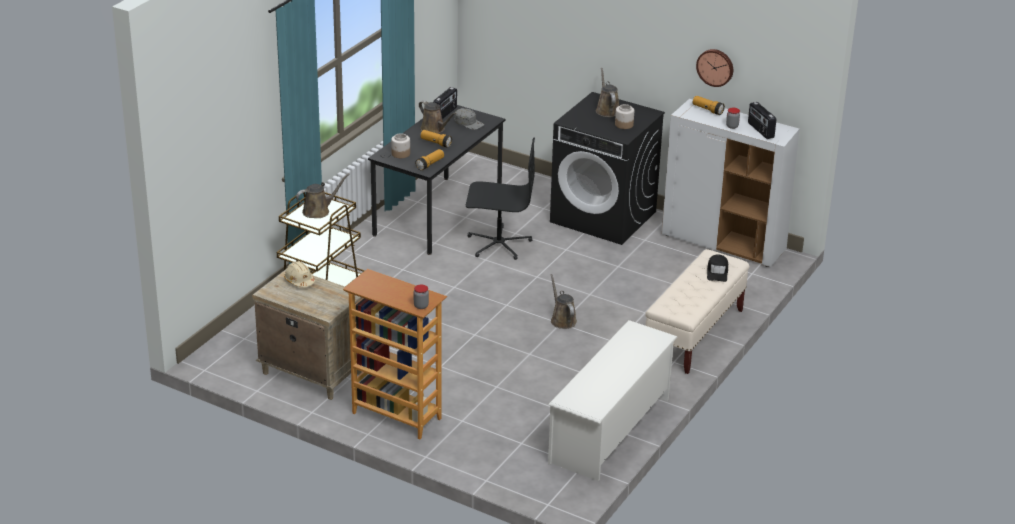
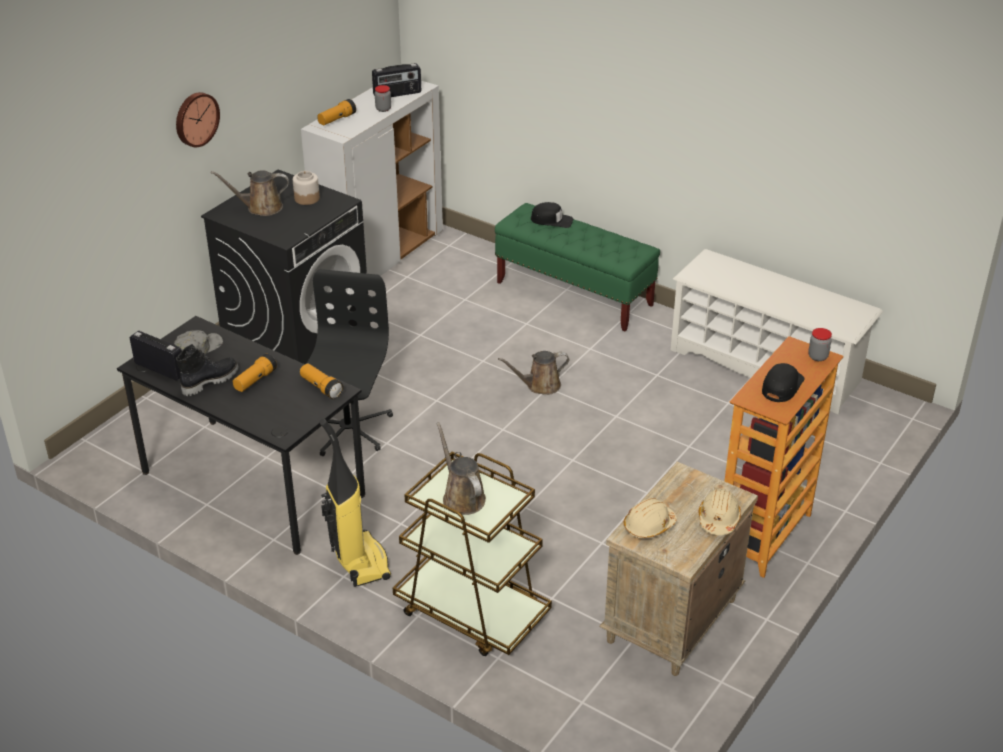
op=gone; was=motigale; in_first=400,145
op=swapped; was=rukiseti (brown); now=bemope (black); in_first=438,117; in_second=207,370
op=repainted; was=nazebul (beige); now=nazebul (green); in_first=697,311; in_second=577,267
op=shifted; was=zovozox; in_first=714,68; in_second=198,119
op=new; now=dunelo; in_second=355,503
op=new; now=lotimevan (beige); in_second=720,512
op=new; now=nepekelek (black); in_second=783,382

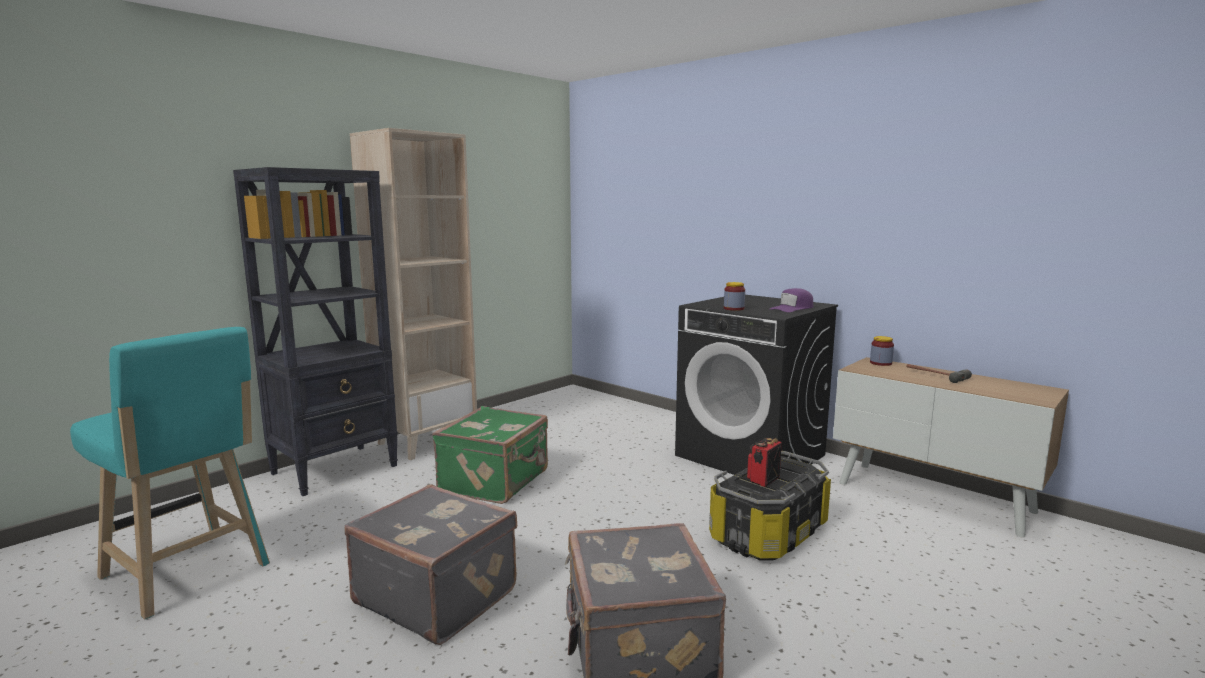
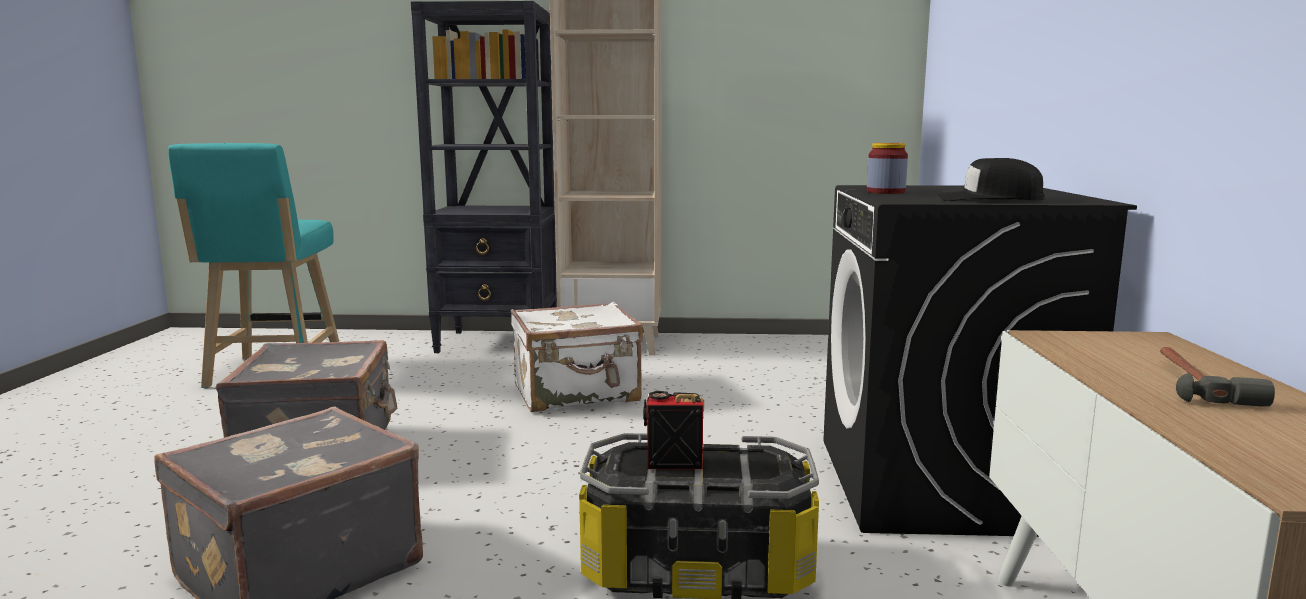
op=repainted; was=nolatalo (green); now=nolatalo (white); in_first=490,455; in_second=577,357
op=repainted; was=nepekelek (purple); now=nepekelek (black); in_first=791,300; in_second=991,179
op=gone; was=motigale; in_first=882,351

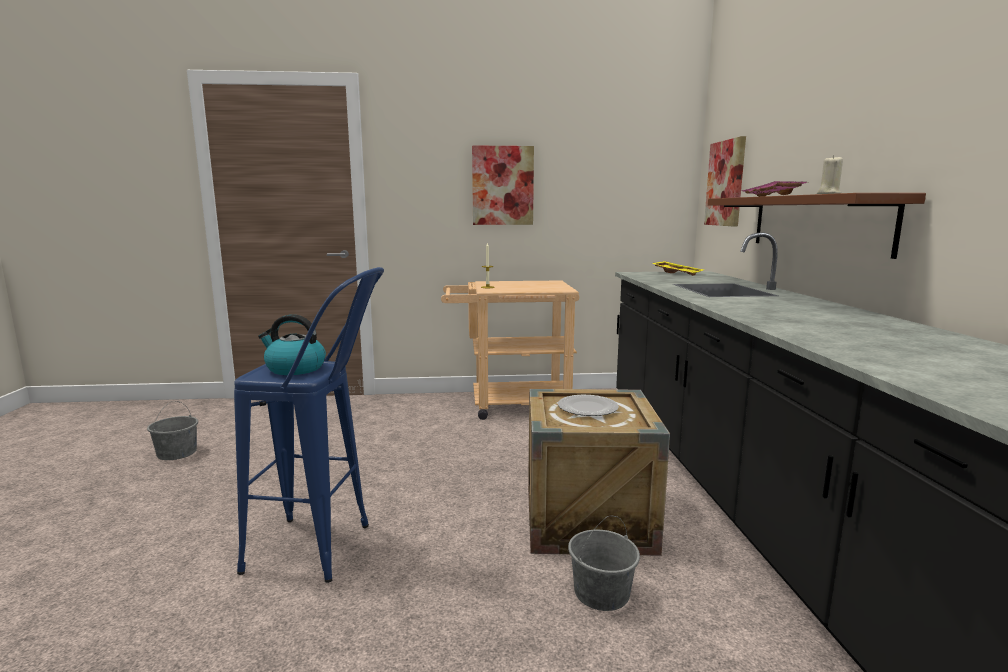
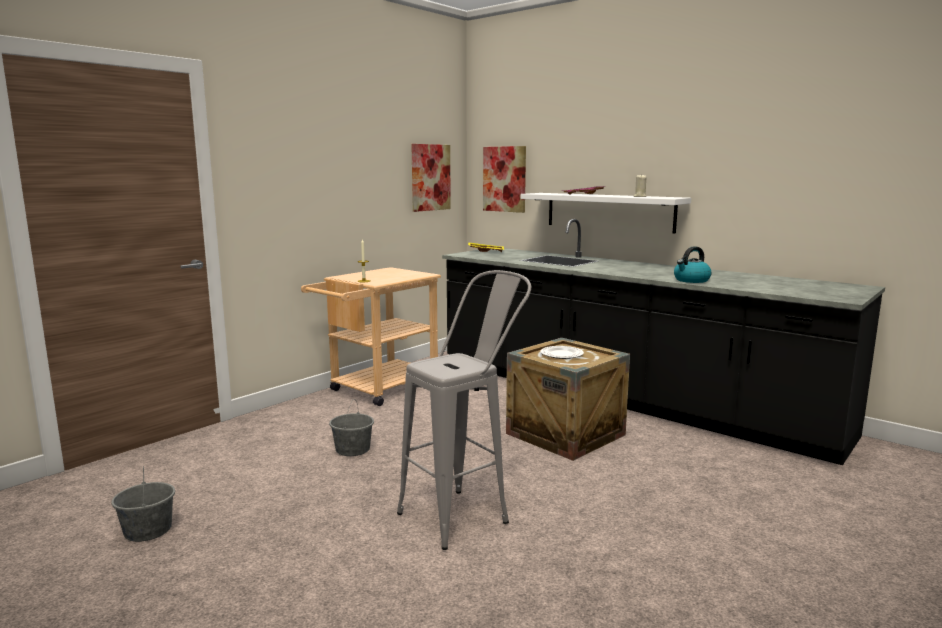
op=repainted; was=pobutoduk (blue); now=pobutoduk (grey); in_first=309,425; in_second=464,410
op=shifted; was=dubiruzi; in_first=292,344; in_second=693,264
op=shifted; was=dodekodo; in_first=503,185; in_second=431,178
op=shifted; was=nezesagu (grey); in_first=604,563; in_second=351,427
op=repainted; was=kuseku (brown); now=kuseku (white); in_first=817,226; in_second=606,213

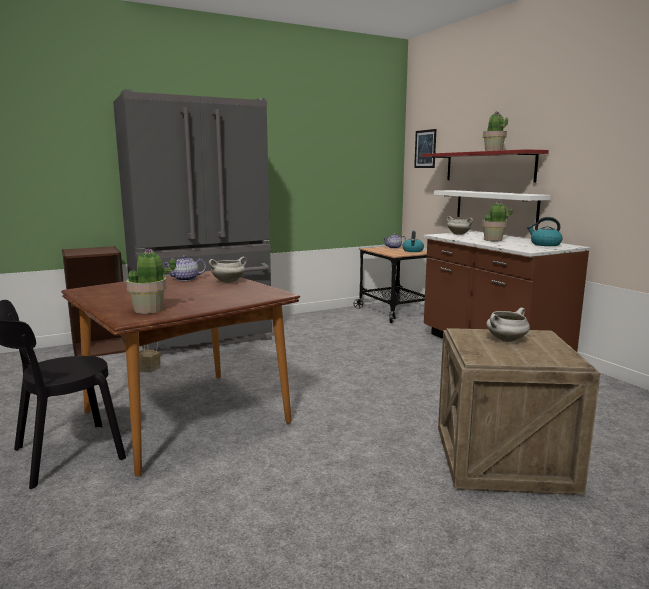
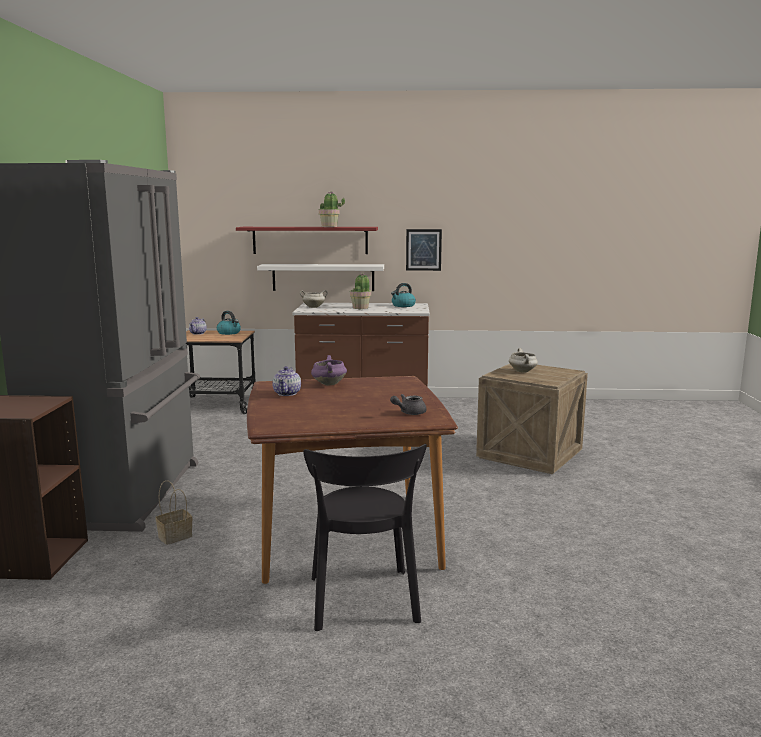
op=swapped; was=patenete; now=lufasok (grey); in_first=151,281; in_second=408,404
op=repainted; was=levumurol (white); now=levumurol (purple); in_first=228,270; in_second=329,370
op=shifted; was=dodekodo; in_first=425,148; in_second=424,250

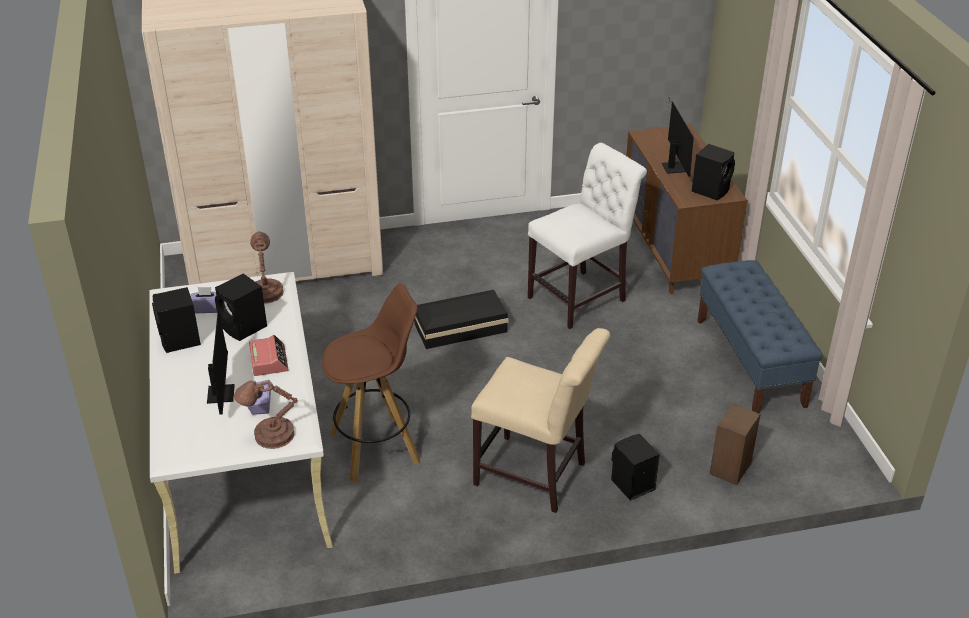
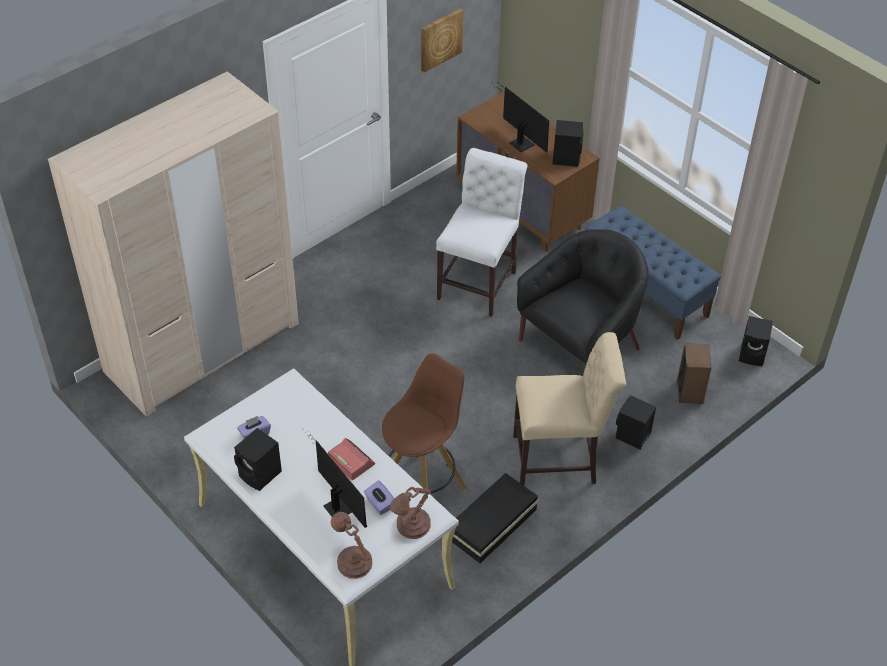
op=shifted; was=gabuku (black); in_first=241,307; in_second=756,341
op=shifted; was=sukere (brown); in_first=267,267; in_second=351,545
op=shifted; was=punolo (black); in_first=462,319; in_second=495,518
op=new; now=dodekodo; in_second=442,40
op=new; now=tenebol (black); in_second=583,296

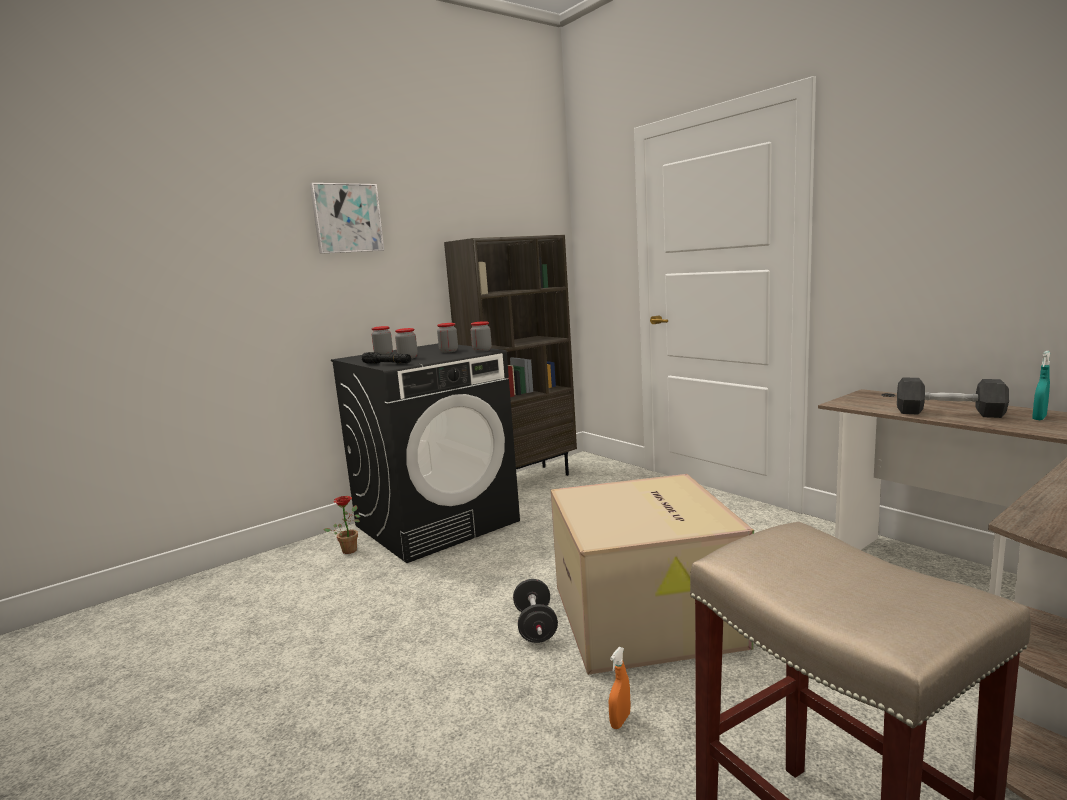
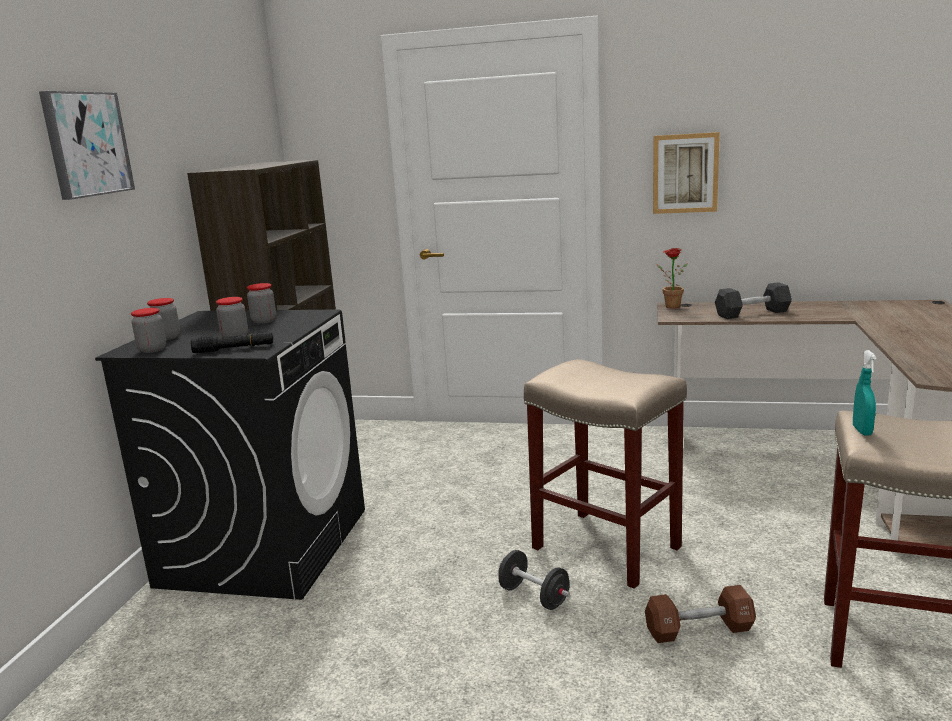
op=shifted; was=patenete; in_first=342,525; in_second=672,278
op=shifted; was=motigale; in_first=481,336; in_second=148,330
op=swapped; was=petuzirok; now=pobutoduk (beige); in_first=652,574; in_second=605,474
op=swapped; was=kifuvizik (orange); now=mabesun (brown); in_first=620,688; in_second=700,614
op=shifted; was=kifuvizik (turquoise); in_first=1041,385; in_second=865,393
op=new; now=dodekodo; in_second=686,173

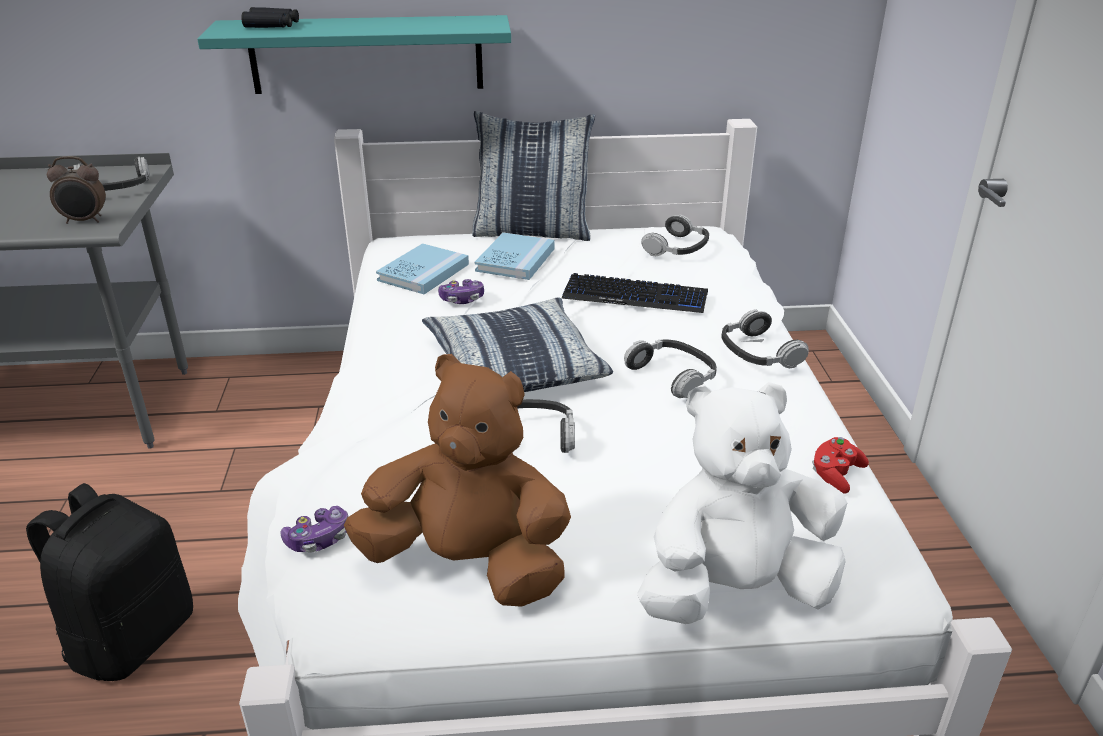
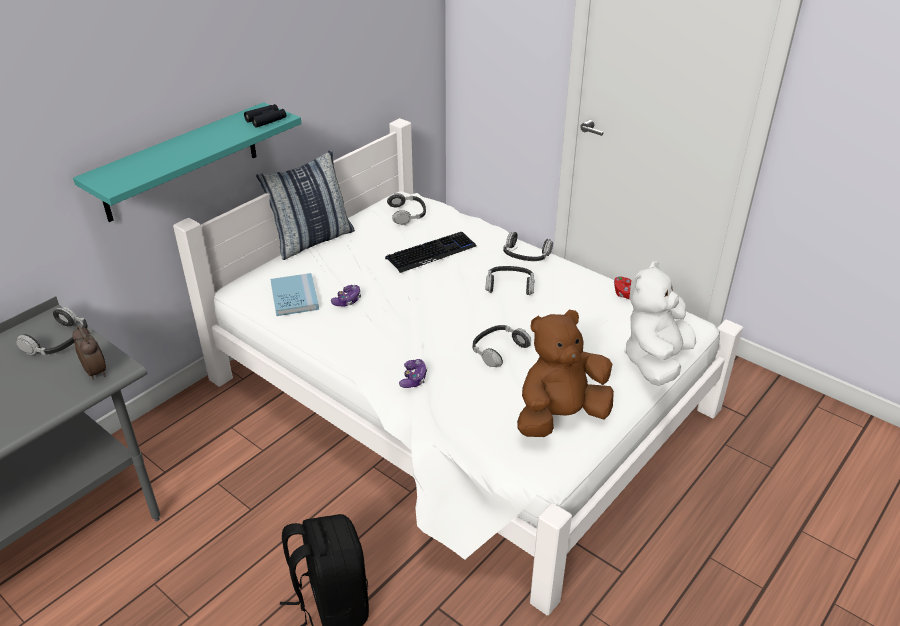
op=rotated; was=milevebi; in_first=76,190; in_second=89,352; clockwise=-75
op=shifted; was=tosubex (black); in_first=270,17; in_second=265,116
op=shifted; was=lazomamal; in_first=314,529; in_second=413,373
op=gone; was=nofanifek; in_first=517,345
op=gone; was=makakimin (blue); in_first=515,256

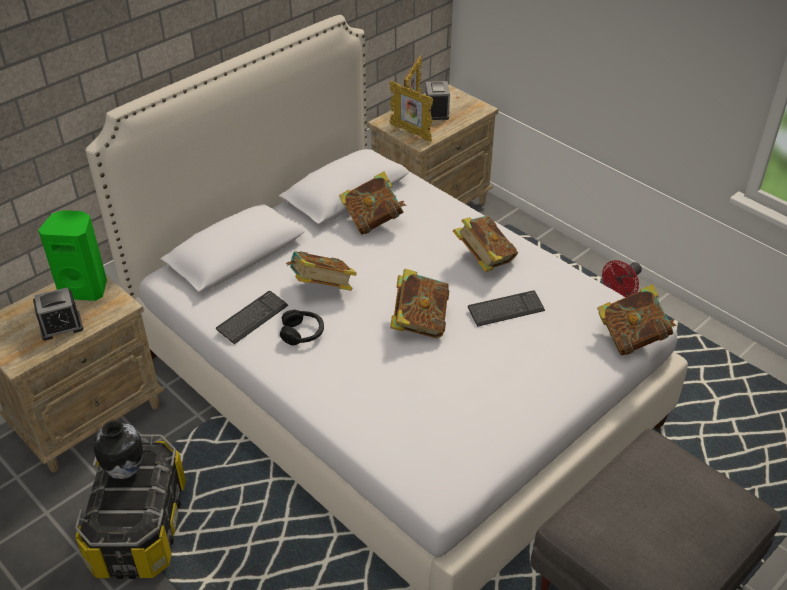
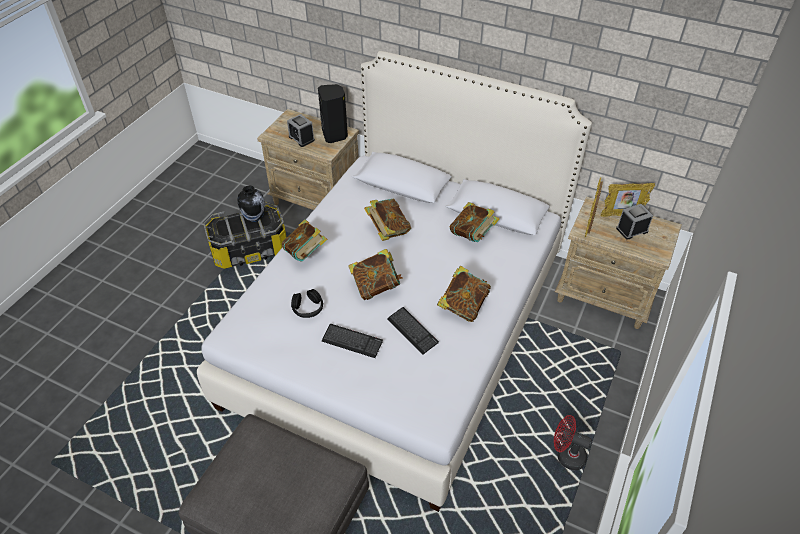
op=repainted; was=gabuku (green); now=gabuku (black); in_first=72,255; in_second=333,113
op=shifted; was=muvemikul; in_first=252,317; in_second=352,341
op=shifted; was=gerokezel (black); in_first=302,327; in_second=307,303
op=shifted; was=makakimin; in_first=637,320; in_second=305,240

